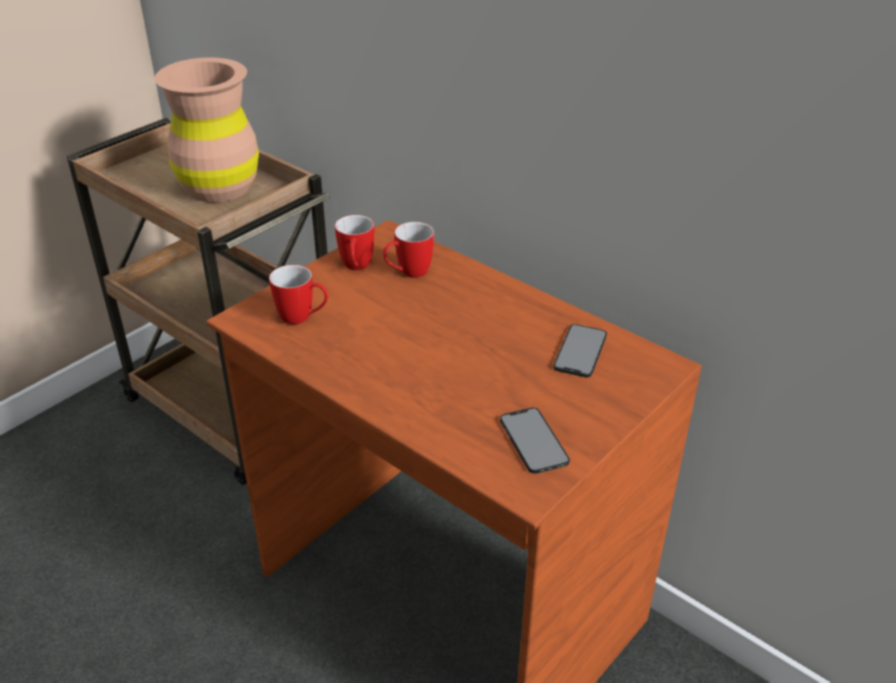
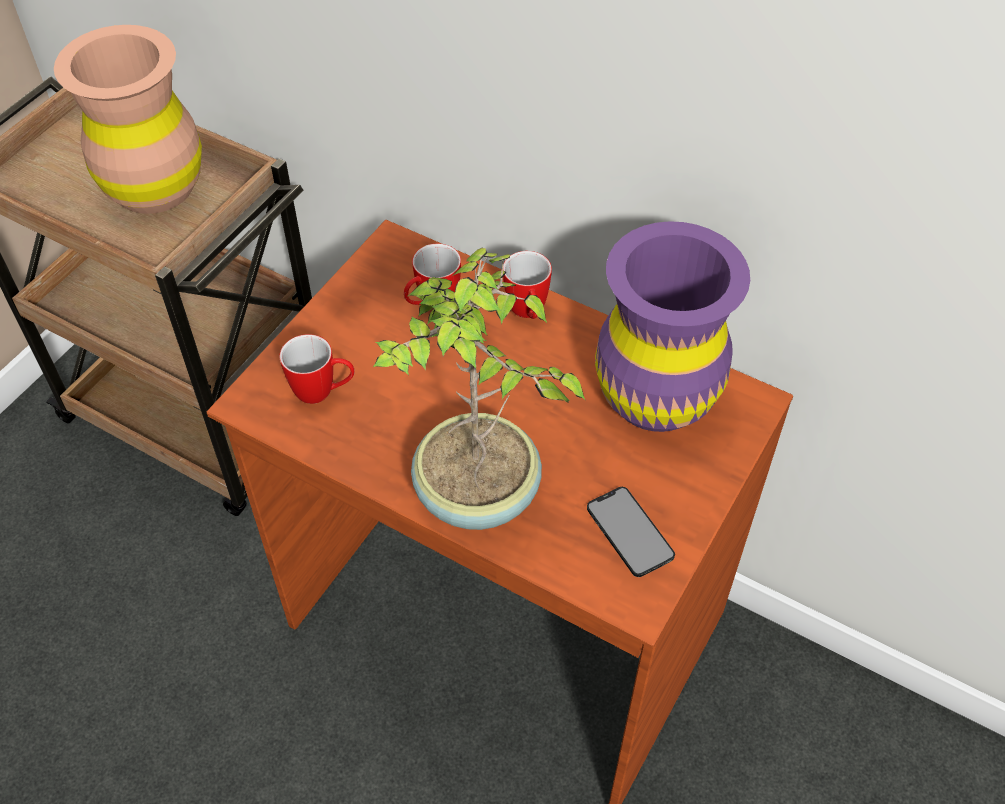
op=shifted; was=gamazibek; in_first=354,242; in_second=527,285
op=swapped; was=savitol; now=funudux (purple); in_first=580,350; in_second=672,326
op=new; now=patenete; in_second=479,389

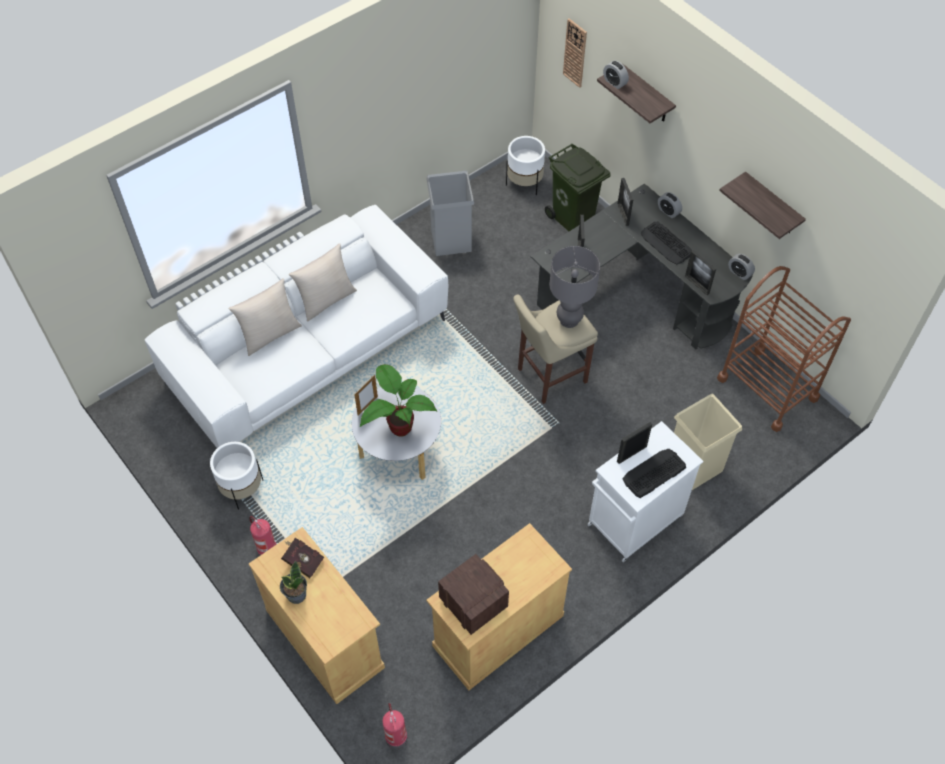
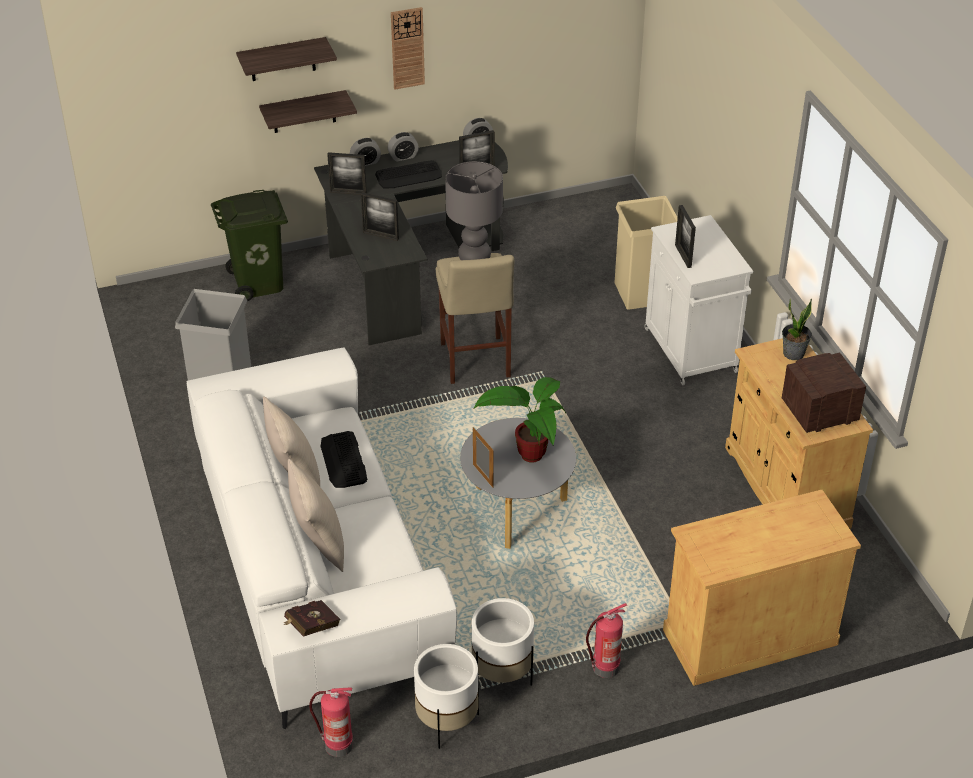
op=shifted; was=patenete; in_first=293,582; in_second=797,329
op=shifted; was=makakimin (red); in_first=302,558; in_second=311,618
op=shifted; was=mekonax; in_first=394,726; in_second=331,722
op=shifted; was=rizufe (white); in_first=525,165; in_second=446,696
op=shifted; was=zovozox; in_first=575,53; in_second=408,48
op=shifted; was=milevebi; in_first=616,75; in_second=403,146
op=shifted; was=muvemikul; in_first=654,473; in_second=344,459
op=gone; was=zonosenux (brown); in_first=784,349
op=shifted; was=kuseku; in_first=762,205; in_second=308,111

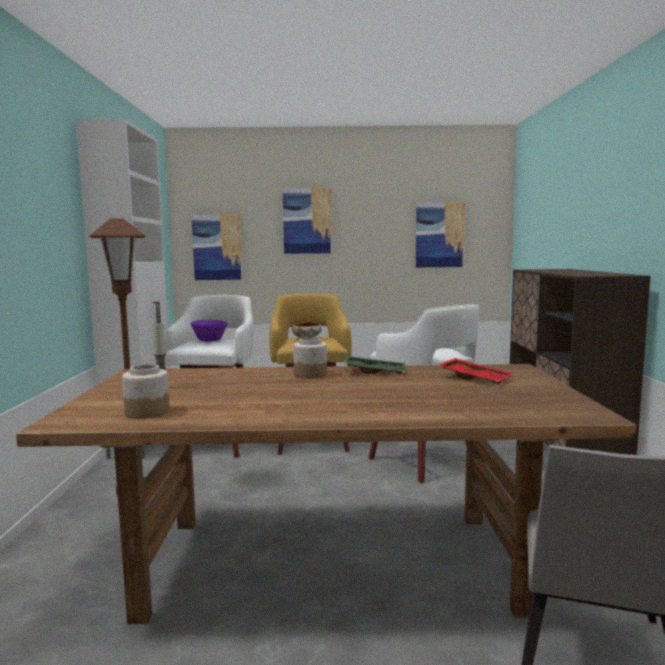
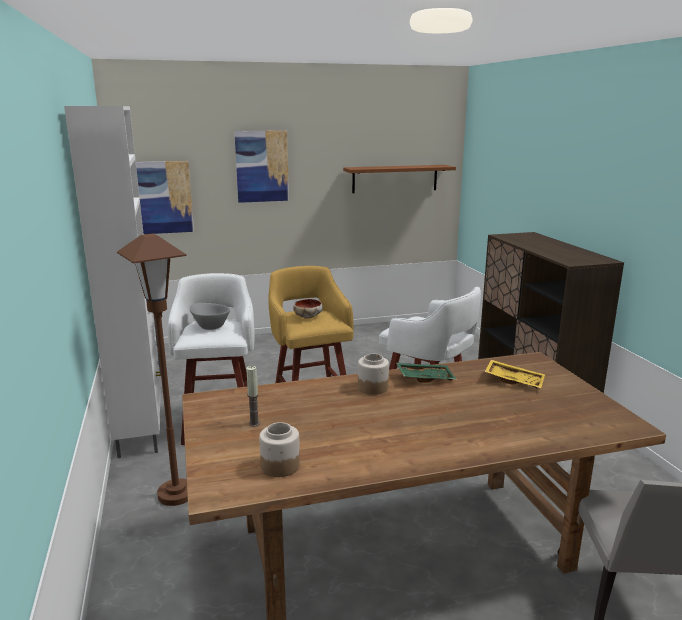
op=repainted; was=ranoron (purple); now=ranoron (grey); in_first=209,331; in_second=209,316
op=swapped; was=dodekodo; now=kuseku (brown); in_first=440,234; in_second=399,179
op=repainted; was=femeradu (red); now=femeradu (yellow); in_first=476,371; in_second=515,374

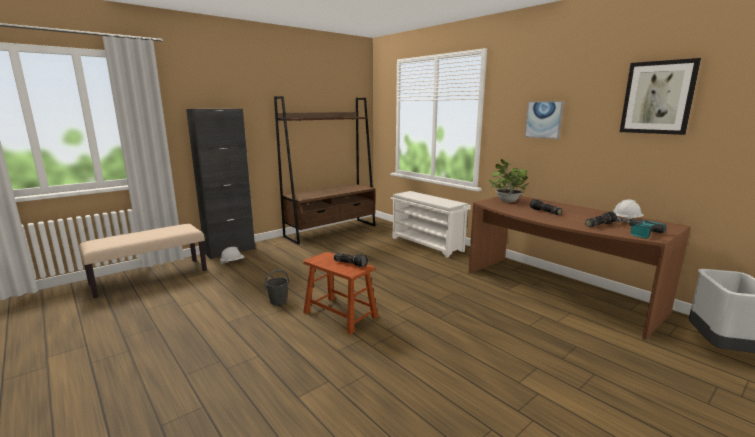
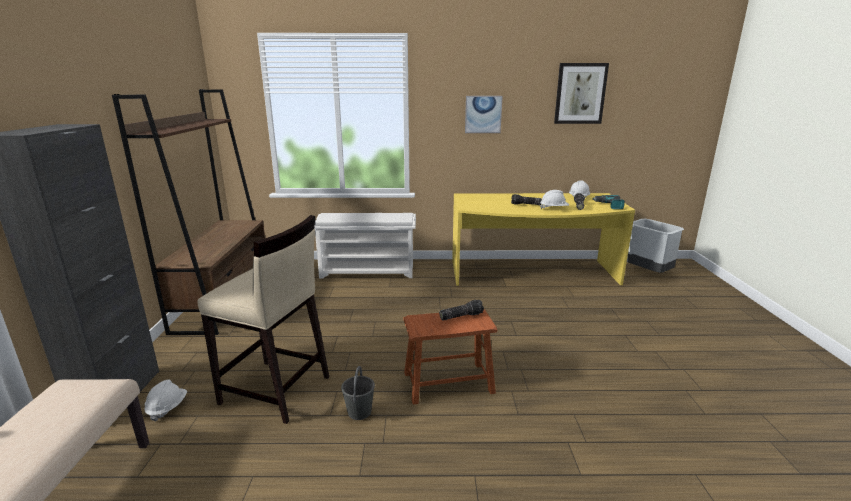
op=repainted; was=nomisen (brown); now=nomisen (yellow); in_first=580,268; in_second=543,239
op=gone; was=patenete; in_first=508,180
op=new; now=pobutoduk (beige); in_second=263,319
op=new; now=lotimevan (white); in_second=554,199

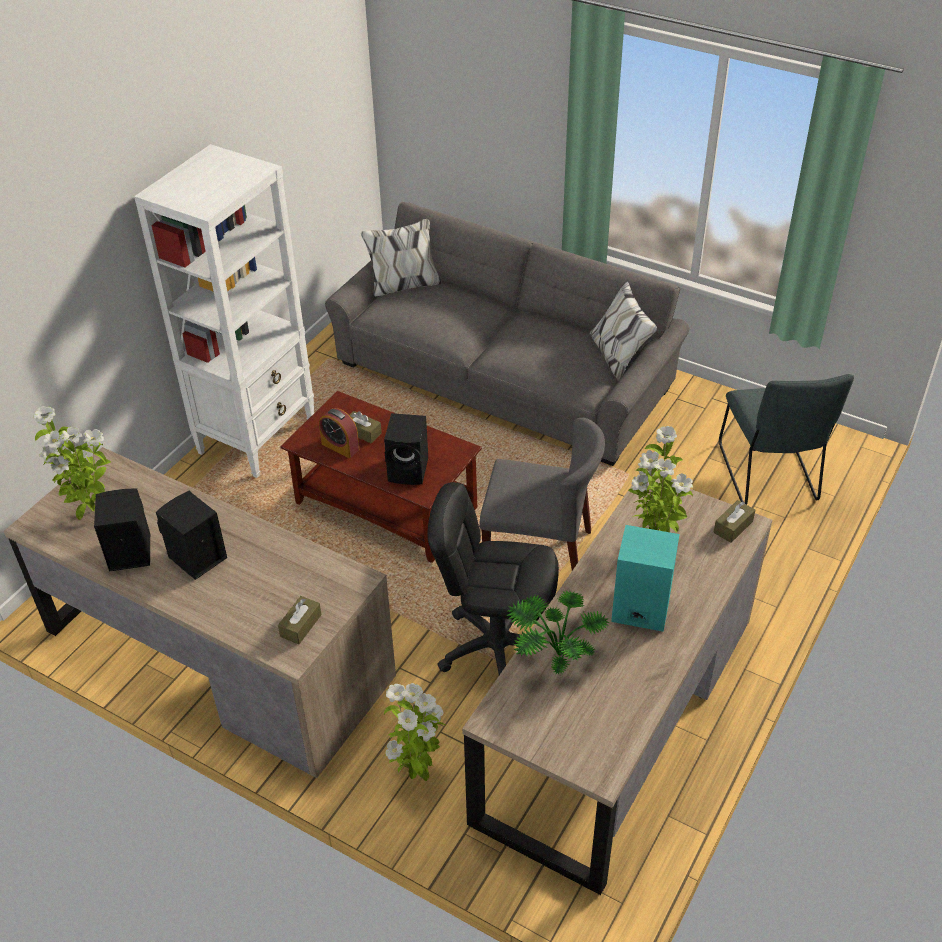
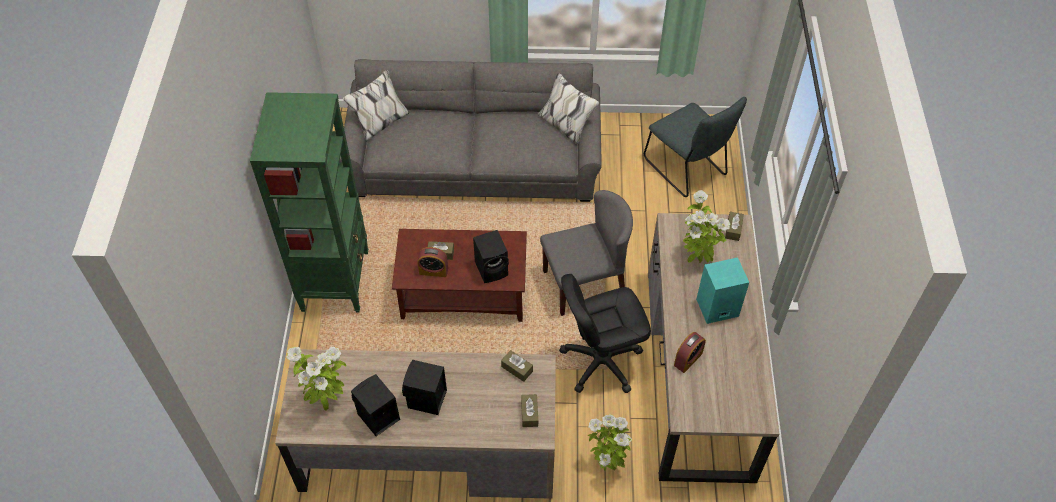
op=repainted; was=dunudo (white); now=dunudo (green); in_first=224,311; in_second=309,202
op=swapped; was=patenete; now=milevebi; in_first=557,632; in_second=690,352
op=new; now=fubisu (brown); in_second=517,366

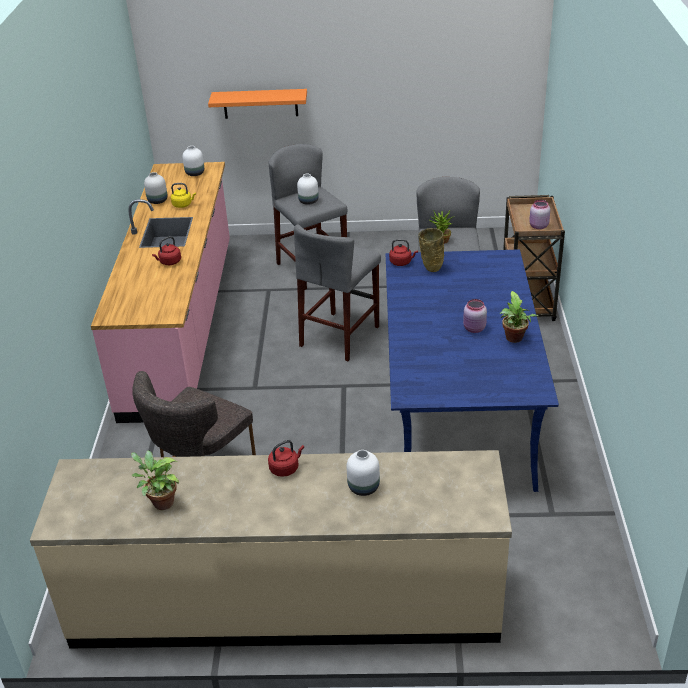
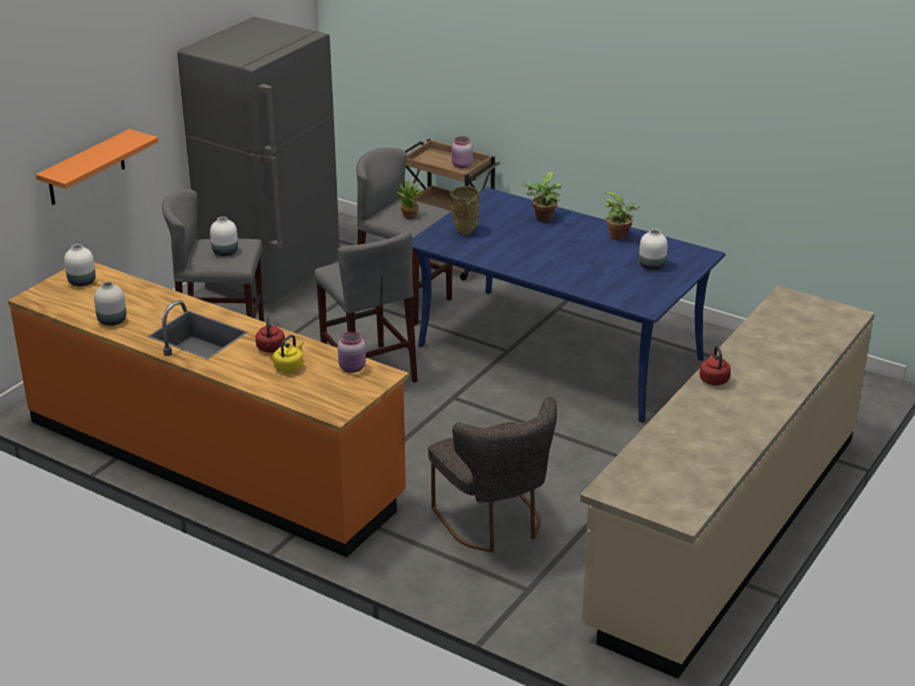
op=repainted; was=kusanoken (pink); now=kusanoken (orange); in_first=160,292; in_second=208,409
op=shifted; was=patenete; in_first=155,480; in_second=542,197
op=shifted; was=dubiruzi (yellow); in_first=183,195; in_second=288,354
op=shifted; was=funudux (white); in_first=363,473; in_second=653,249
op=gone; was=dubiruzi (red); in_first=403,252
op=shifted; was=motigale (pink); in_first=475,316; in_second=352,352
op=new; now=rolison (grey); in_second=258,161

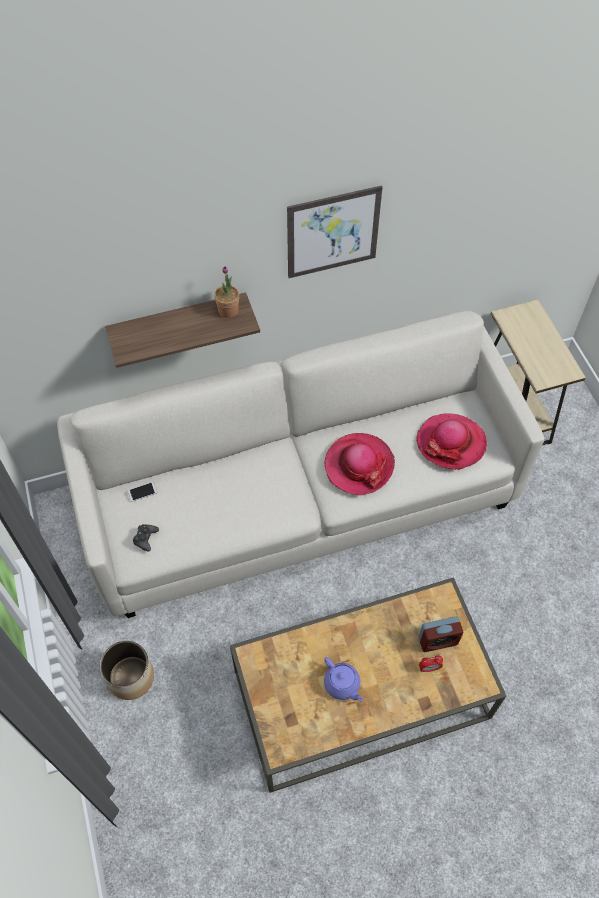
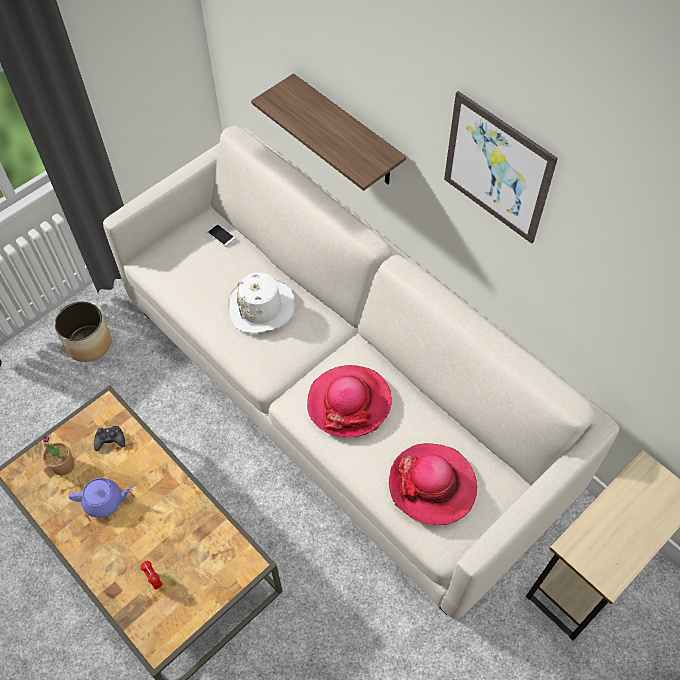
op=shifted; was=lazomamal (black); in_first=146,538; in_second=109,438
op=shifted; was=patenete; in_first=226,292; in_second=58,455
op=rotated; was=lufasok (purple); in_first=343,679; in_second=100,498; clockwise=-120
op=gone; was=milevebi; in_first=440,634
op=new; now=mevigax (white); in_second=261,303

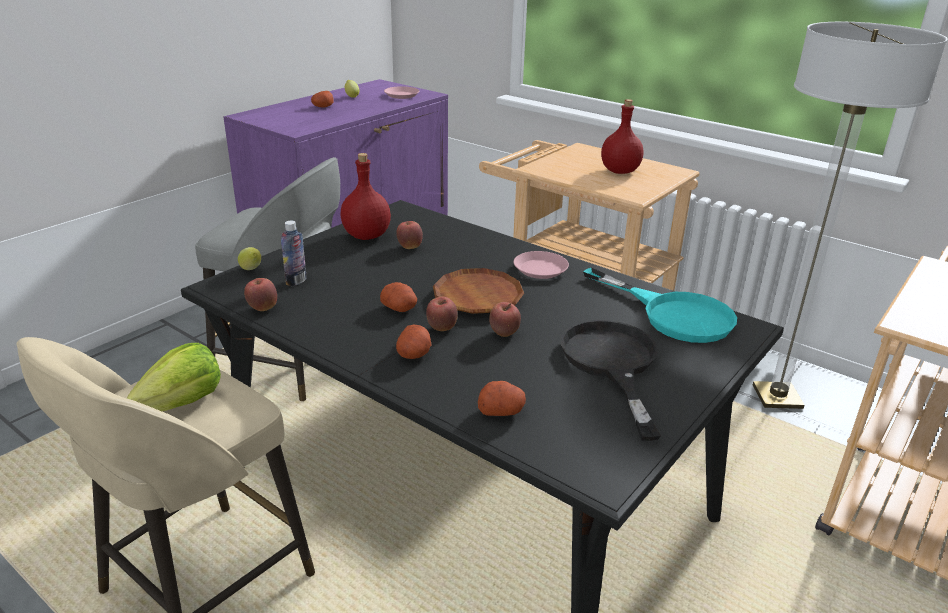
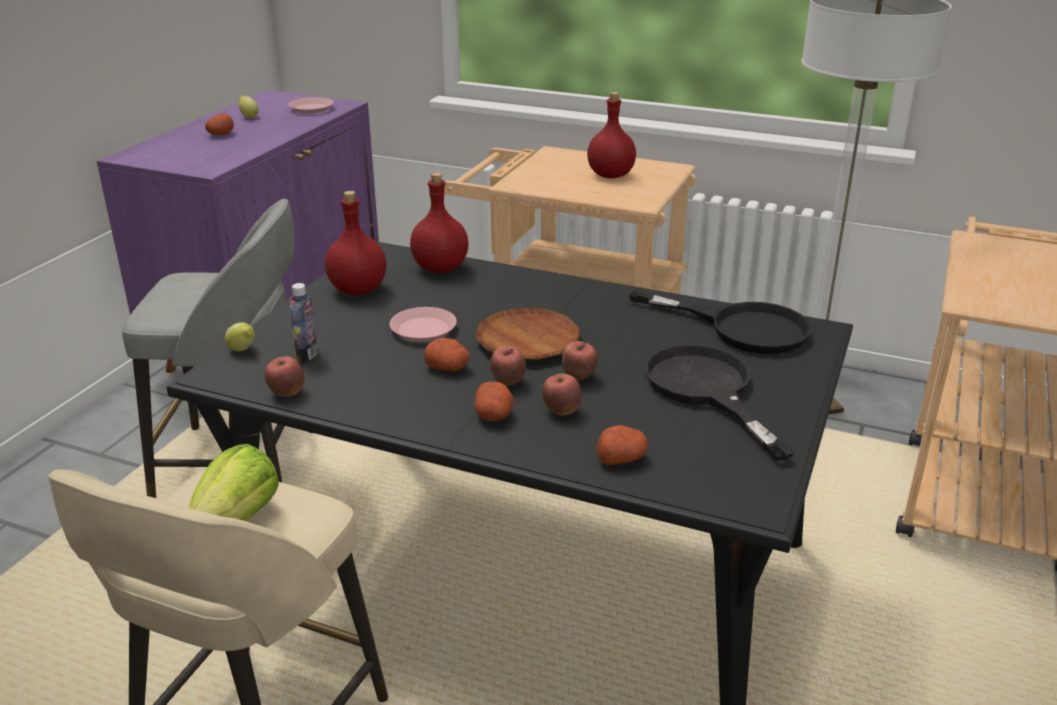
op=shifted; was=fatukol; in_first=409,235; in_second=561,394
op=shifted; was=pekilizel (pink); in_first=541,265; in_second=423,324
op=repainted; was=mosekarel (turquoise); now=mosekarel (black); in_first=660,305; in_second=720,322
op=new; now=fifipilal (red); in_second=439,222

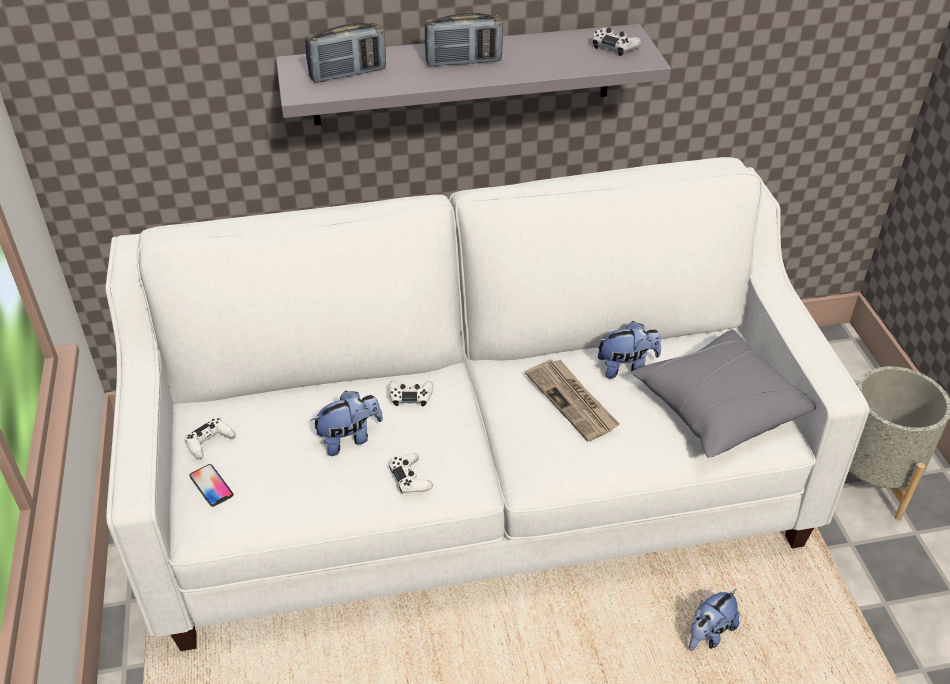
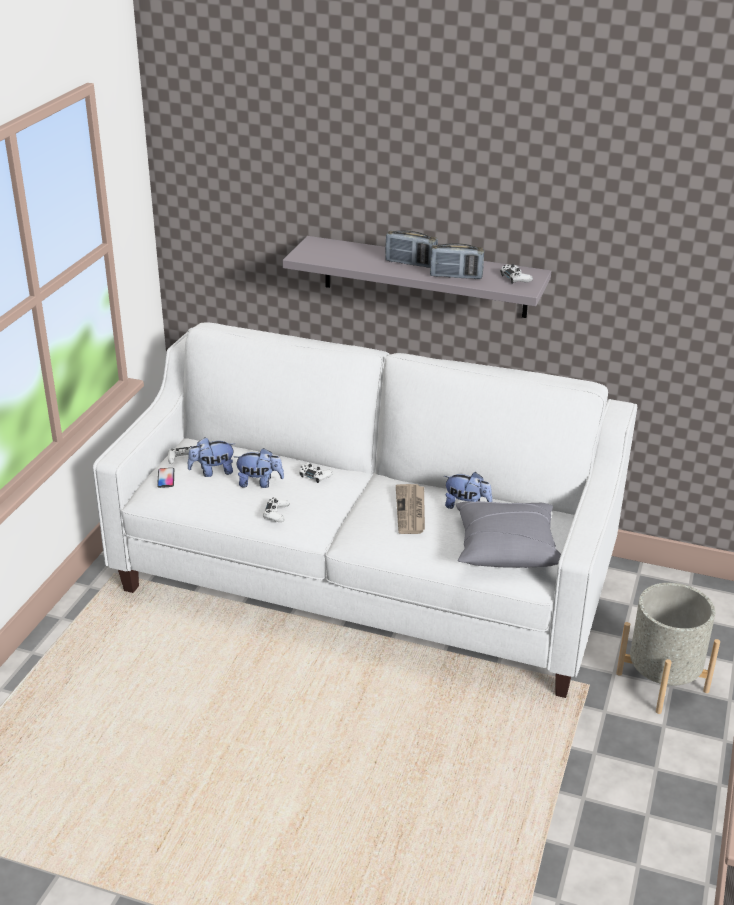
op=shifted; was=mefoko; in_first=345,53; in_second=457,261
op=shifted; was=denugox; in_first=714,620; in_second=212,457

